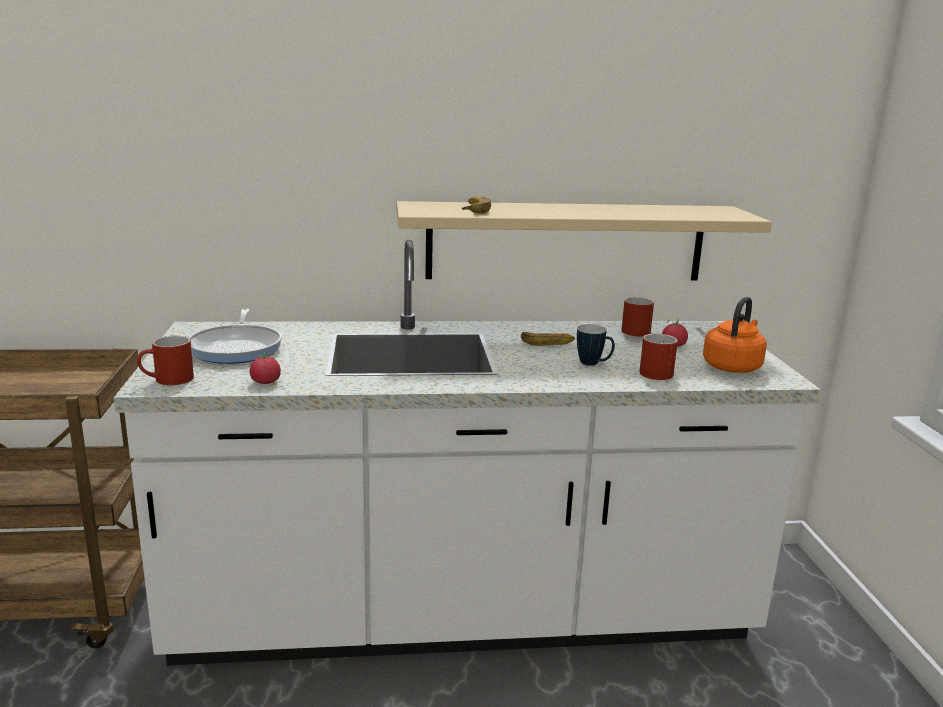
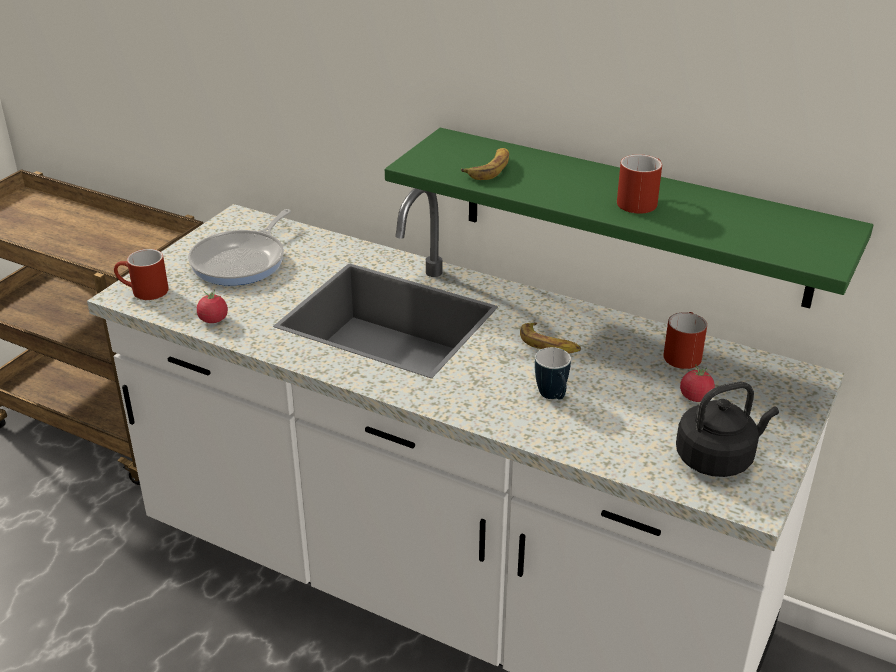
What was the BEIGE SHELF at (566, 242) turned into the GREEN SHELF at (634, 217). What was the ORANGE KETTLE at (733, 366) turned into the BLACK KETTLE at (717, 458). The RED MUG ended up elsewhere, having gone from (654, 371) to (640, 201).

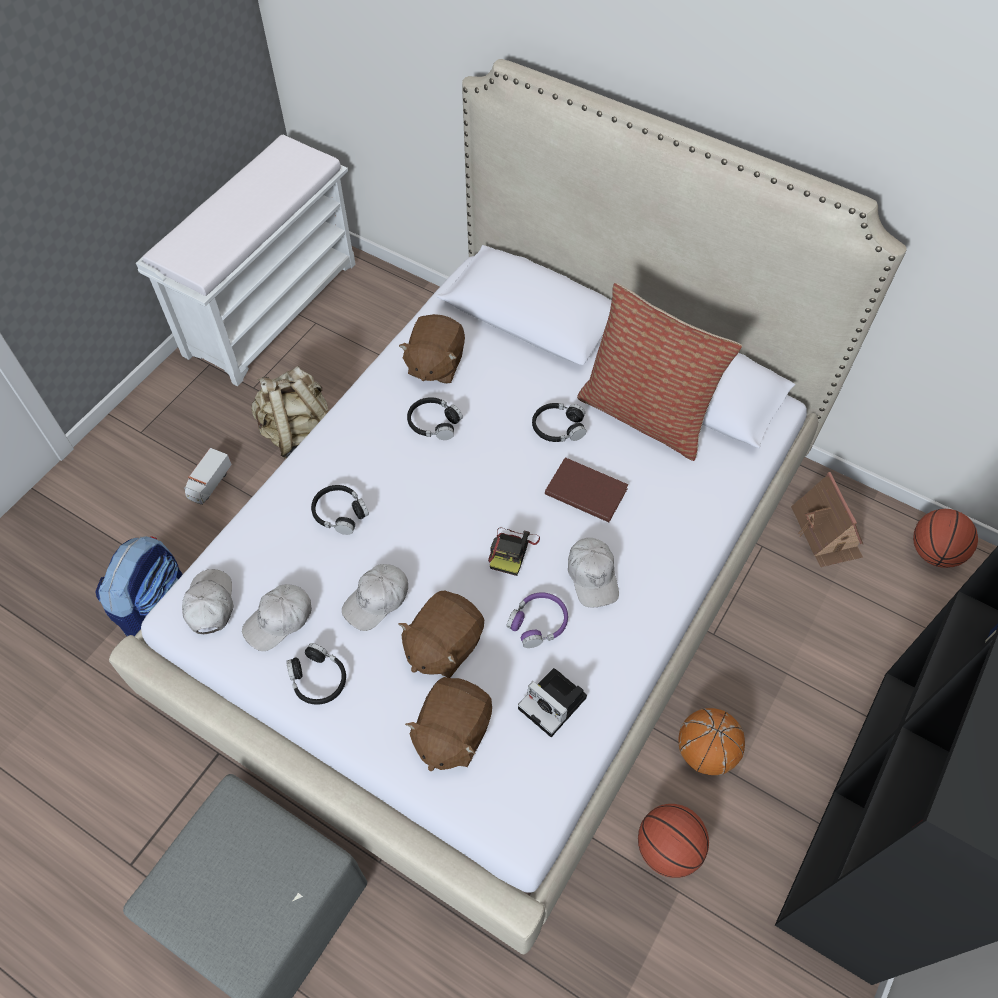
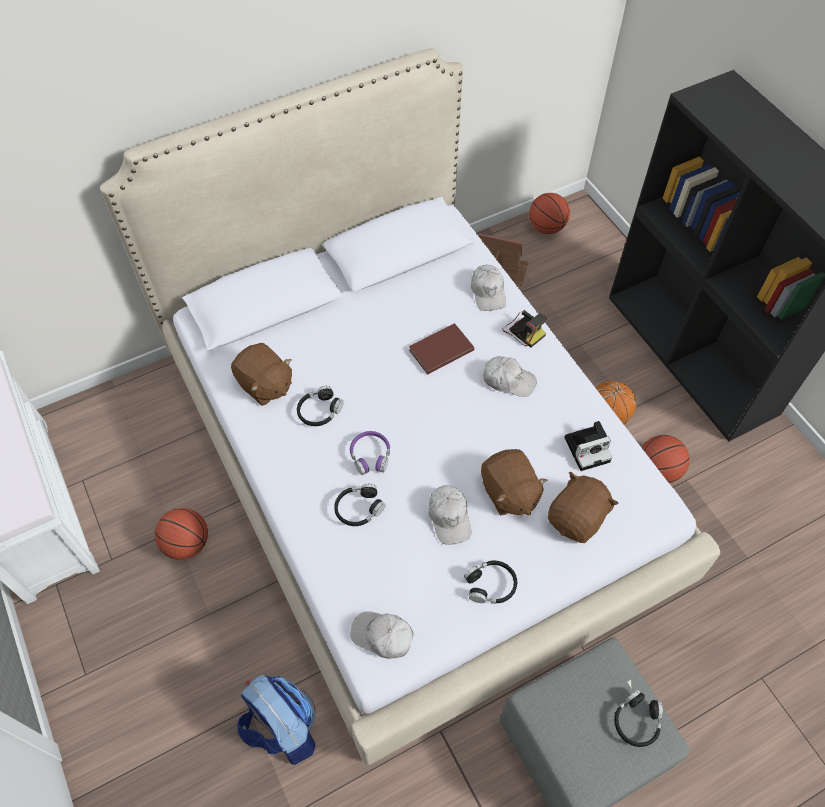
The second view lost the PILLOW at (646, 414). Where the BEIGE BACKPACK stood at (299, 433), the BASKETBALL came to stand at (187, 543). The BLACK HEADPHONES ended up elsewhere, having gone from (558, 427) to (637, 721). The second view lost the TOY TRUCK at (209, 483). The PHOTO CAMERA ended up elsewhere, having gone from (512, 550) to (523, 330). The WHITE CAP ended up elsewhere, having gone from (279, 620) to (488, 292). The PURPLE HEADPHONES ended up elsewhere, having gone from (538, 623) to (370, 456). The BROWN PLUSH TOY at (452, 733) ended up facing another way, 105 degrees counterclockwise from before.

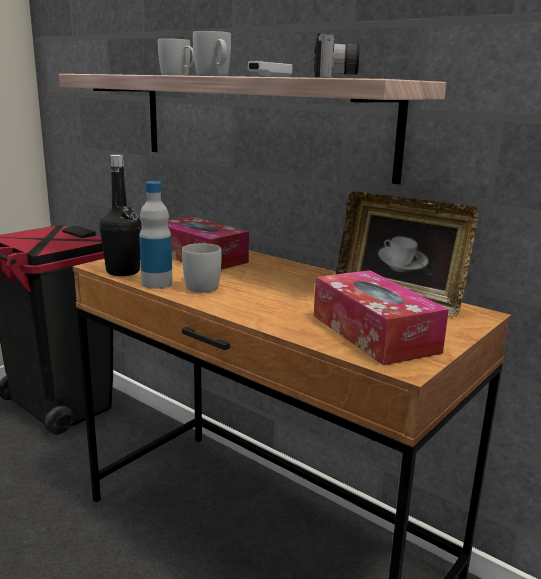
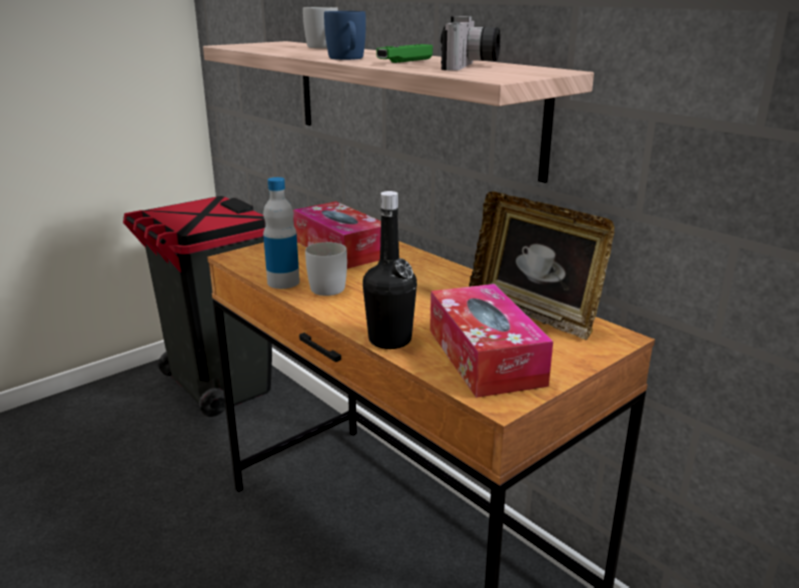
What was the WHITE MUG at (214, 75) turned into the BLUE MUG at (347, 58). What was the WHITE GAME CONTROLLER at (270, 76) turned into the GREEN GAME CONTROLLER at (405, 61). The BLACK BOTTLE ended up elsewhere, having gone from (123, 272) to (390, 340).

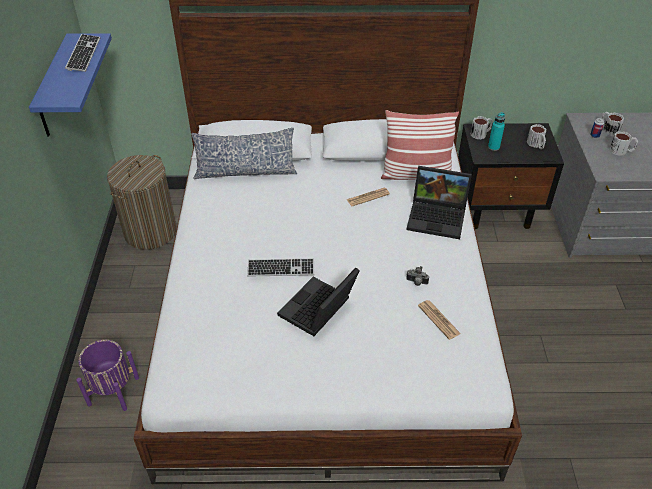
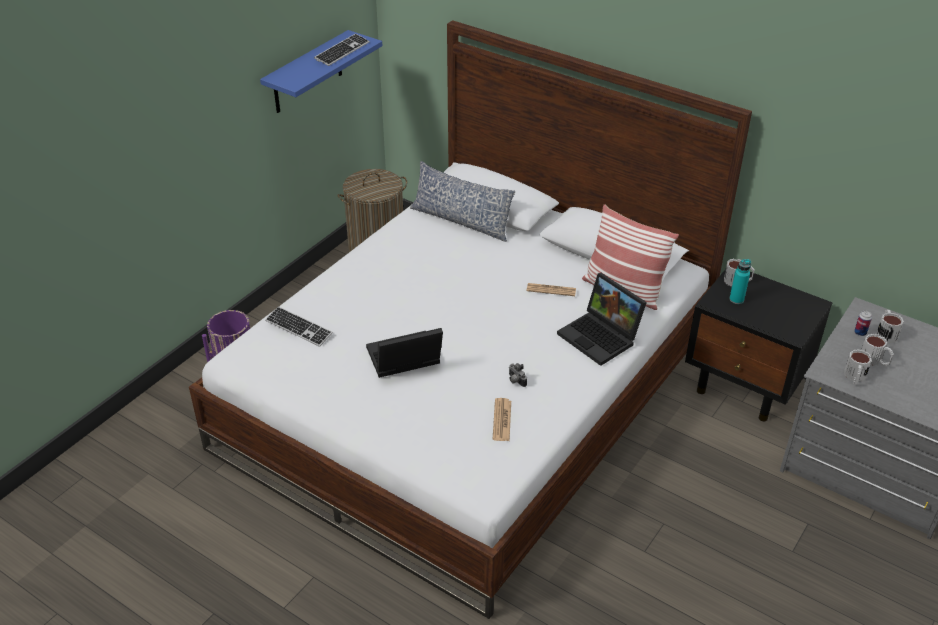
The MUG ended up elsewhere, having gone from (536, 145) to (854, 377). The KEYBOARD ended up elsewhere, having gone from (281, 269) to (298, 328).

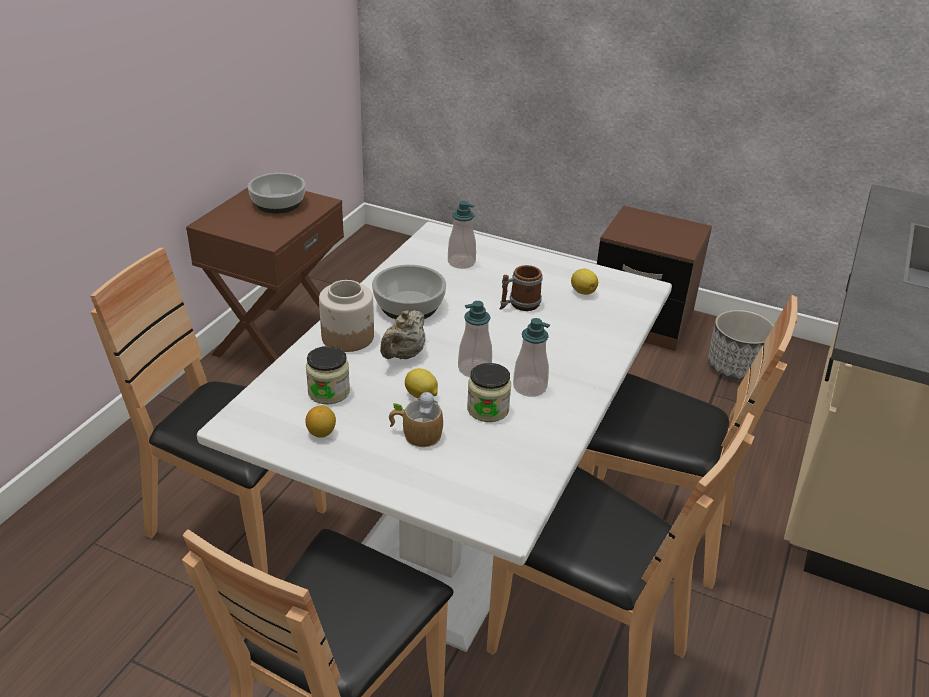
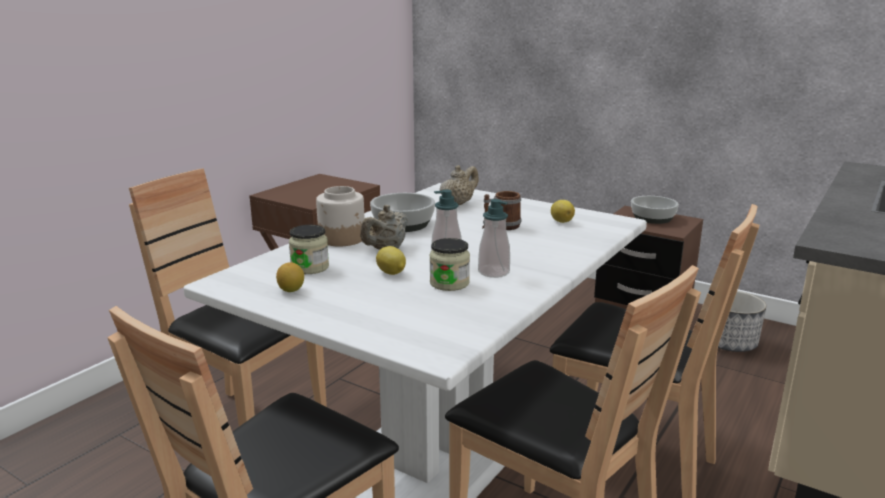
The BOWL ended up elsewhere, having gone from (279, 203) to (653, 218). Where the SOAP DISPENSER stood at (461, 262), the BEIGE TEAPOT came to stand at (458, 203). The second view lost the MUG at (415, 433).

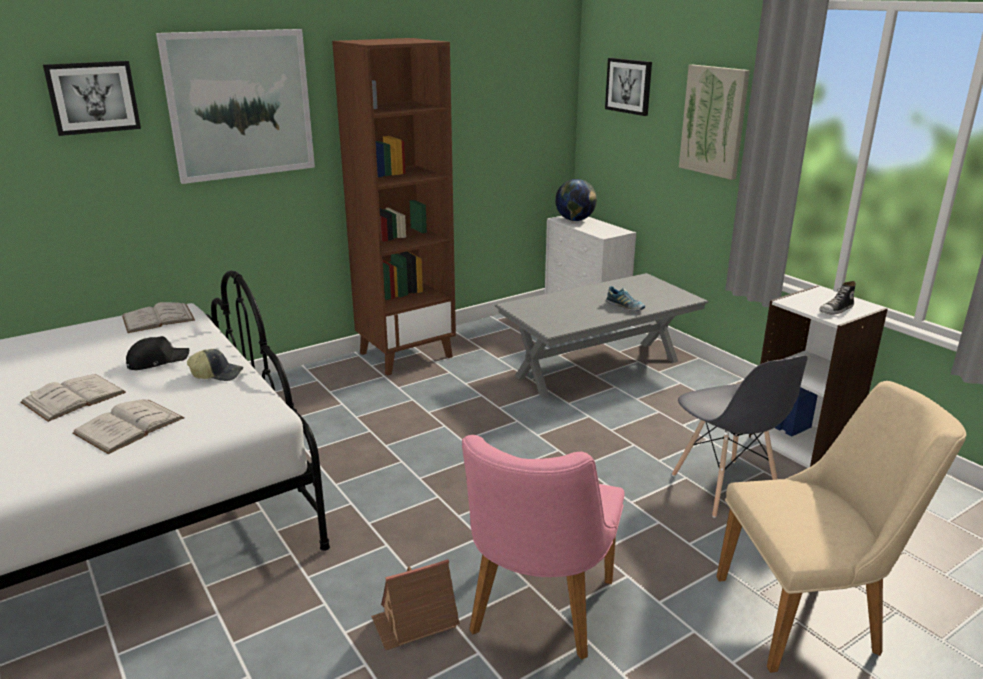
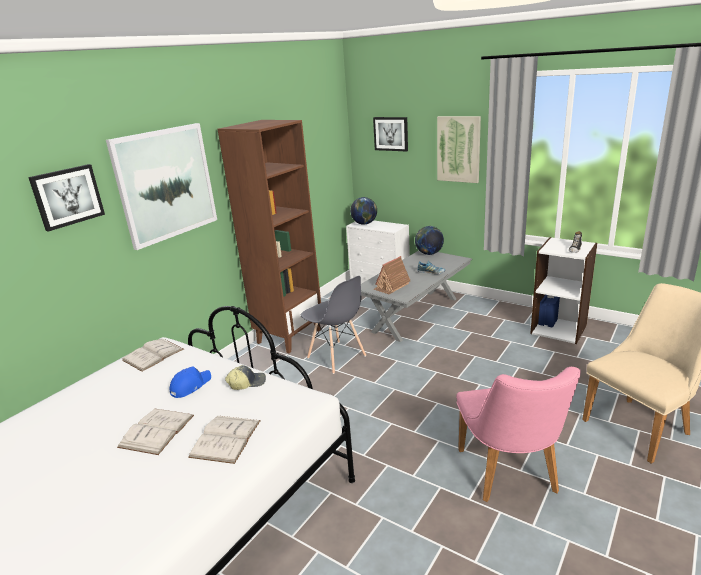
What was the BLACK CAP at (157, 361) turned into the BLUE CAP at (190, 386). The GREY CHAIR ended up elsewhere, having gone from (725, 488) to (336, 357). The TOY HOUSE ended up elsewhere, having gone from (415, 621) to (391, 286). The second view gained the GLOBE at (429, 254).

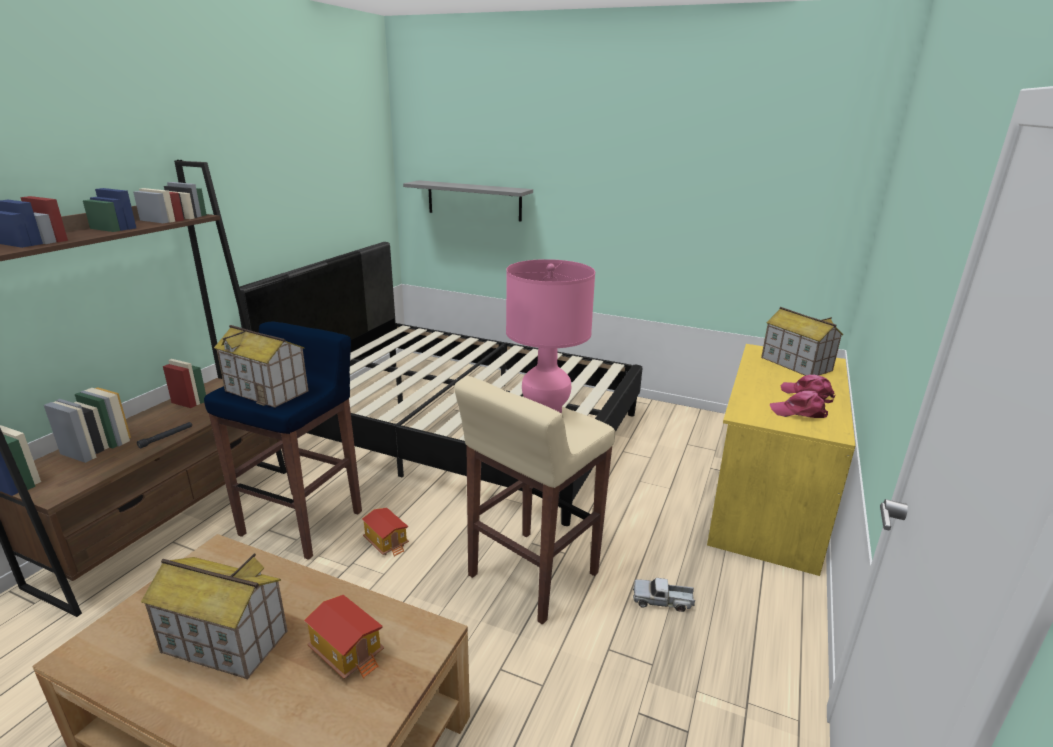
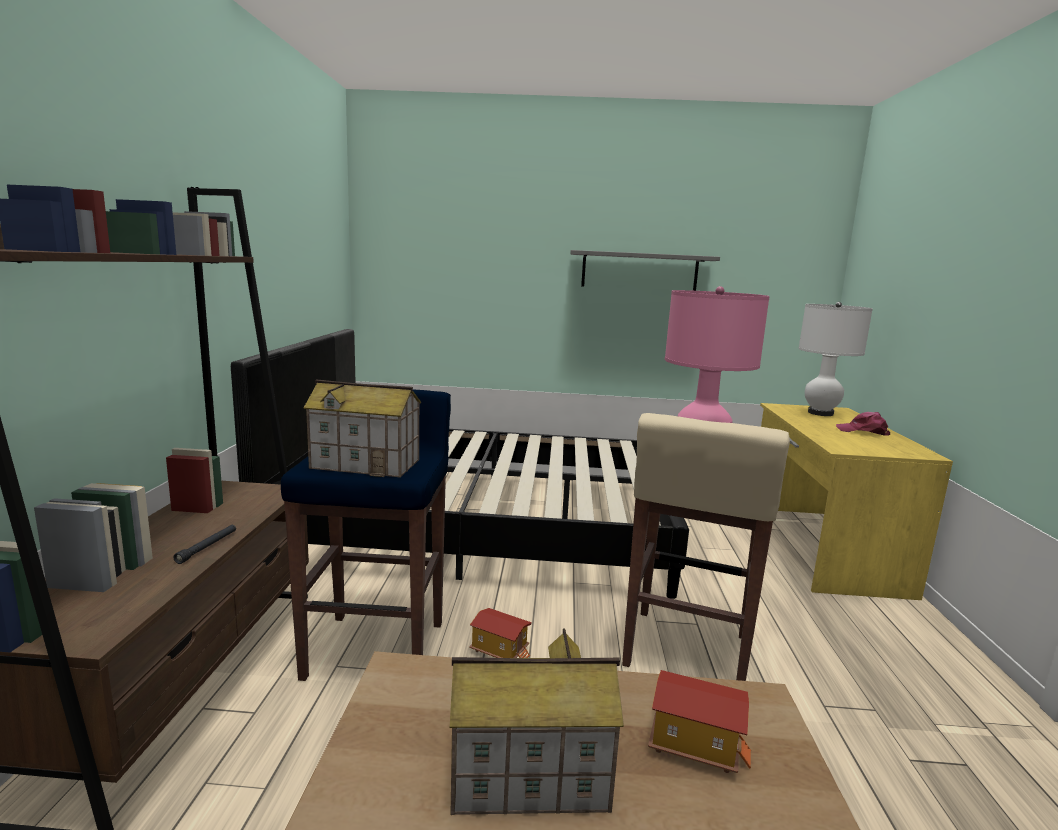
The GREY SHELF ended up elsewhere, having gone from (474, 200) to (639, 271). Where the TOY HOUSE stood at (795, 364), the WHITE TABLE LAMP came to stand at (820, 413). The second view lost the PINK CAP at (799, 412). The second view lost the TOY TRUCK at (662, 601).

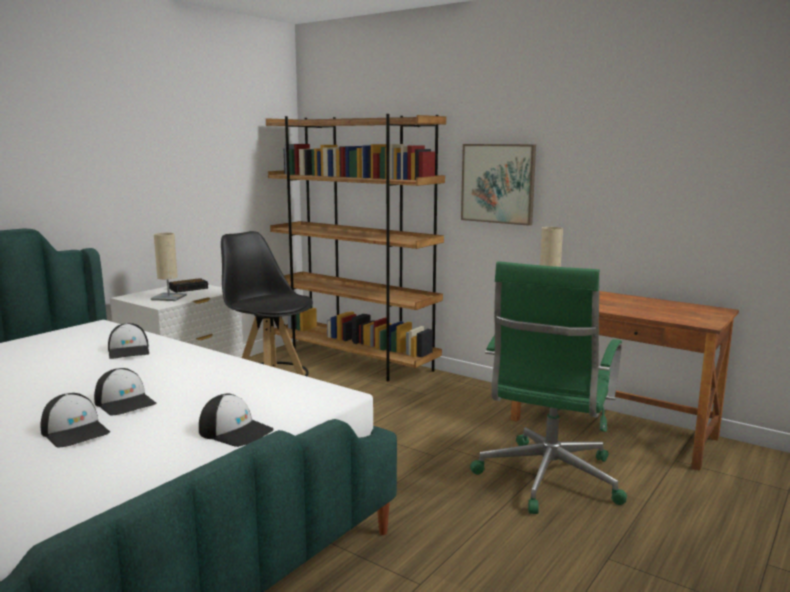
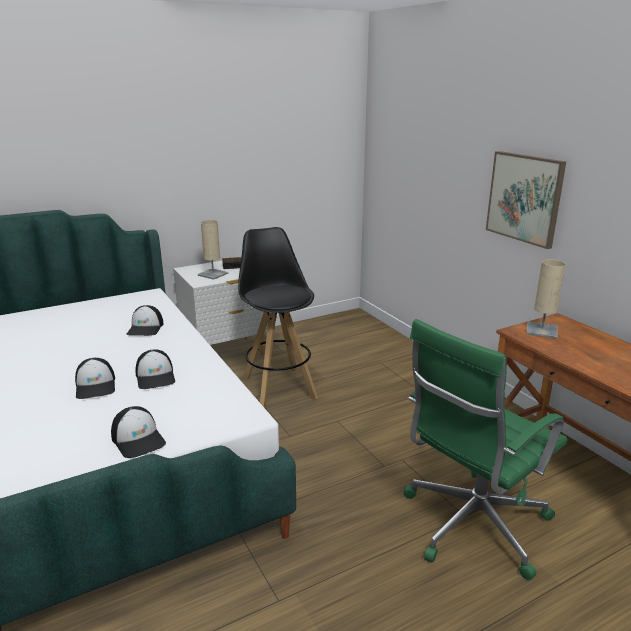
The second view lost the BROWN BOOKCASE at (354, 361). The CAP ended up elsewhere, having gone from (76, 431) to (156, 377).

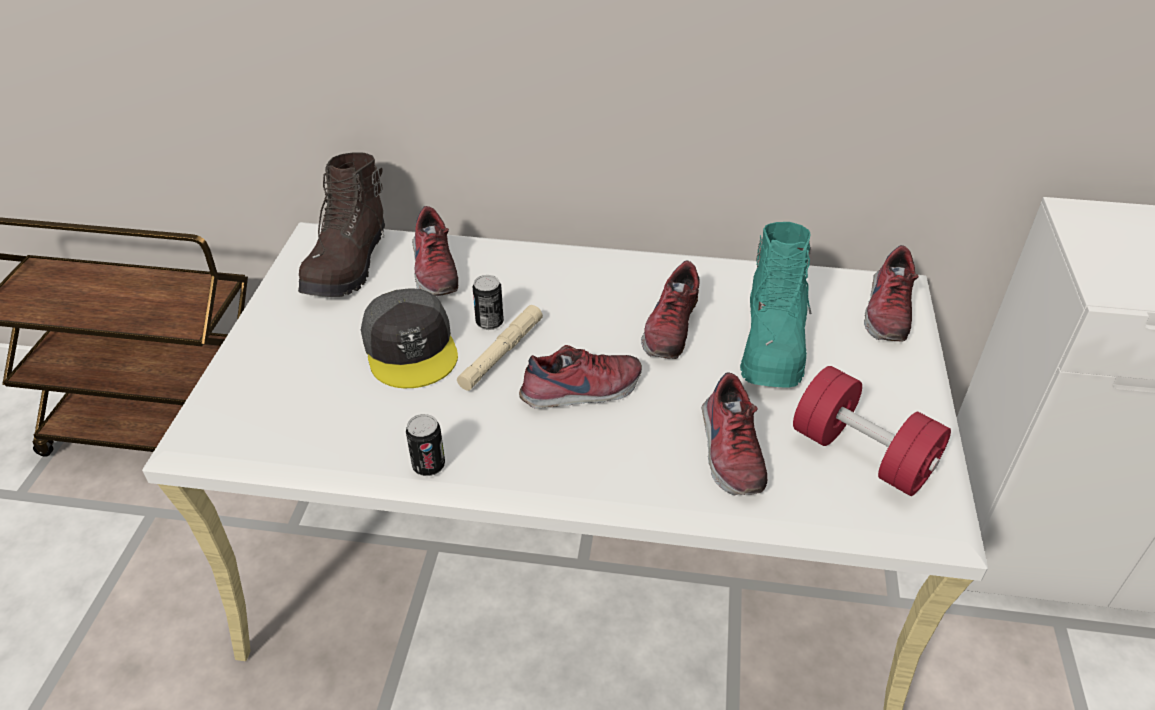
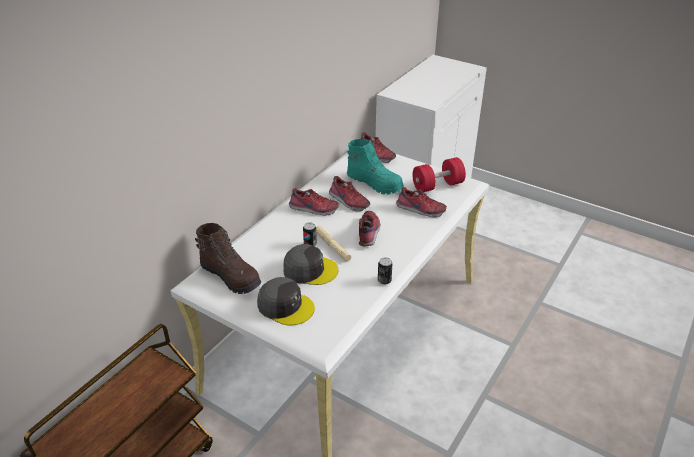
The SHOE ended up elsewhere, having gone from (433, 269) to (313, 209). The second view gained the GREY CAP at (285, 306).

